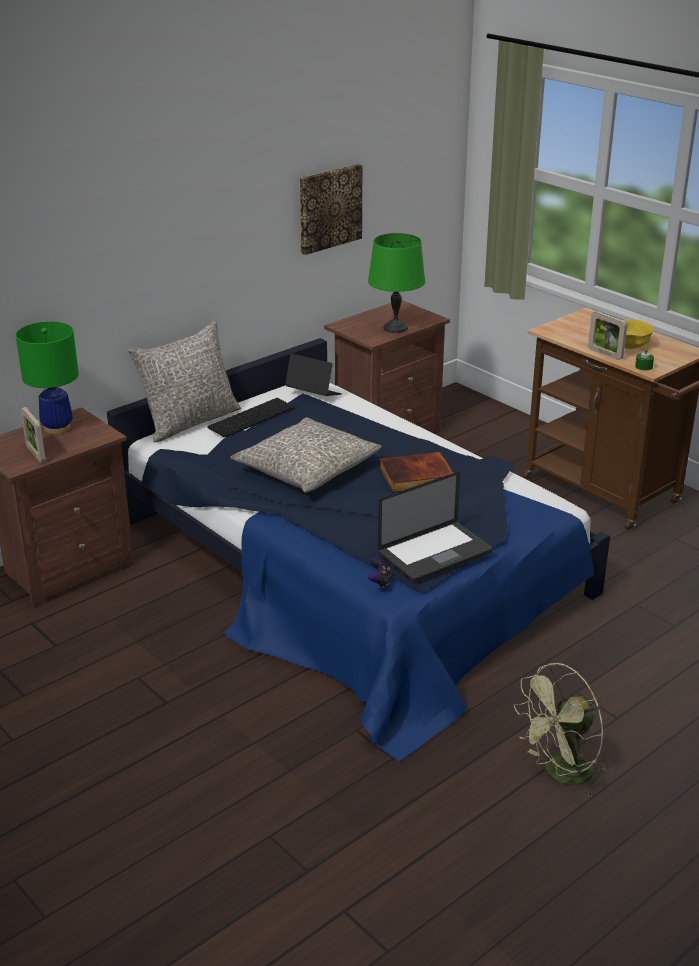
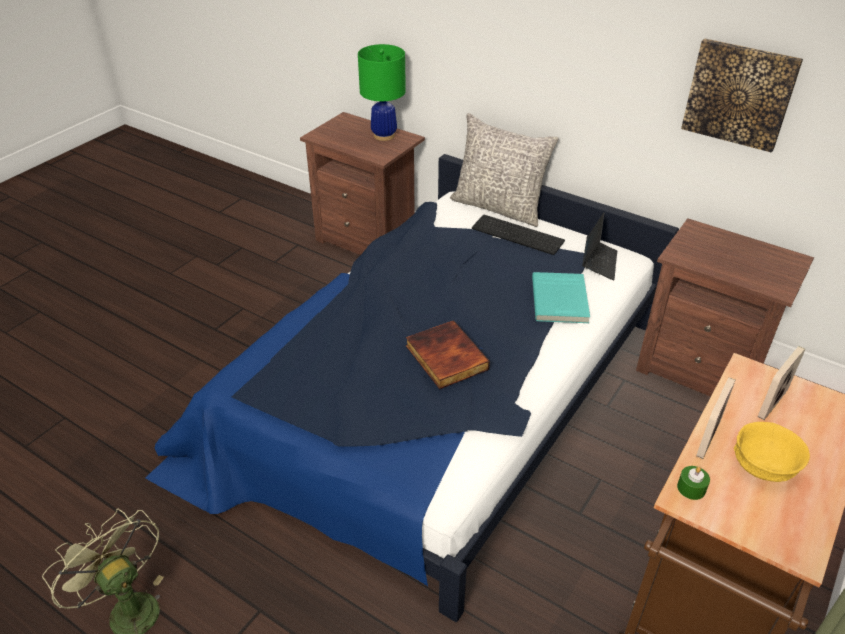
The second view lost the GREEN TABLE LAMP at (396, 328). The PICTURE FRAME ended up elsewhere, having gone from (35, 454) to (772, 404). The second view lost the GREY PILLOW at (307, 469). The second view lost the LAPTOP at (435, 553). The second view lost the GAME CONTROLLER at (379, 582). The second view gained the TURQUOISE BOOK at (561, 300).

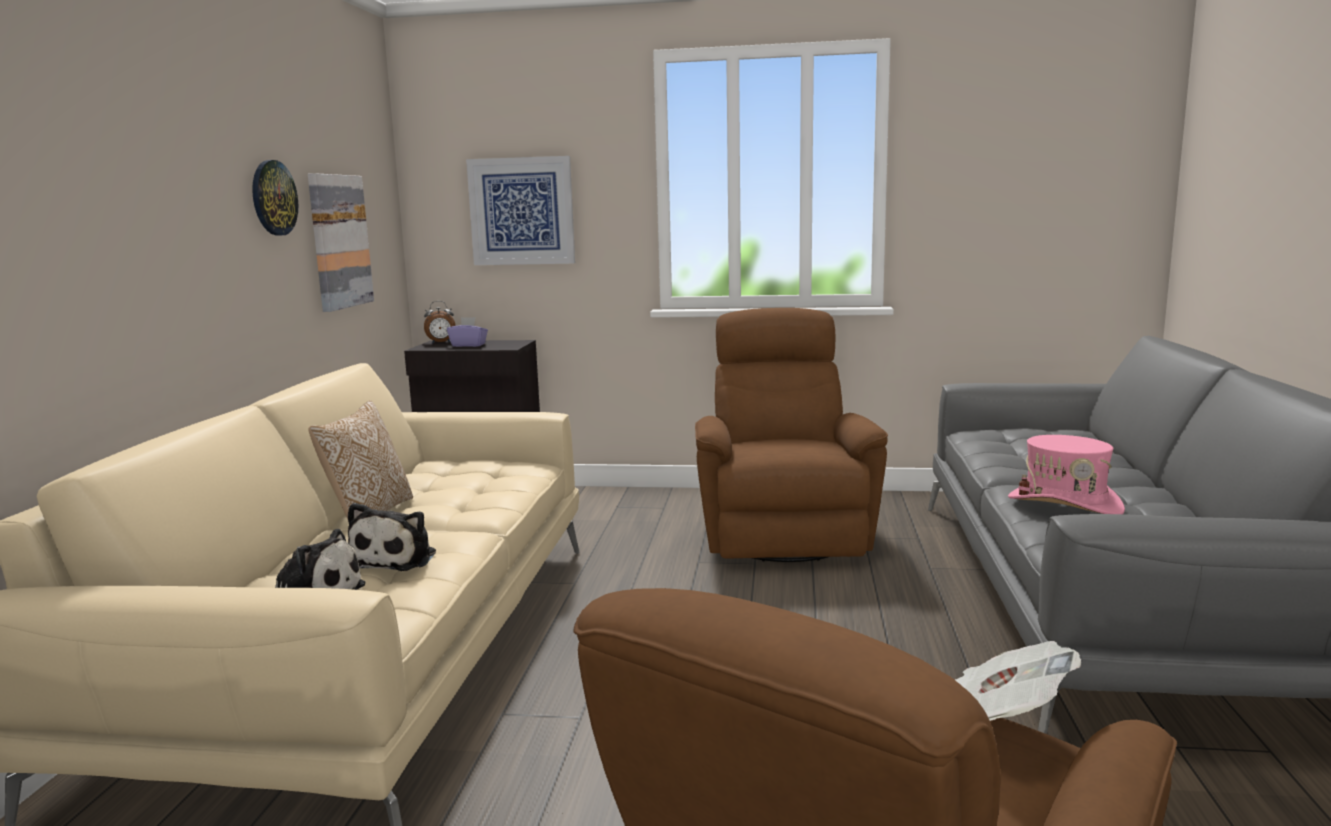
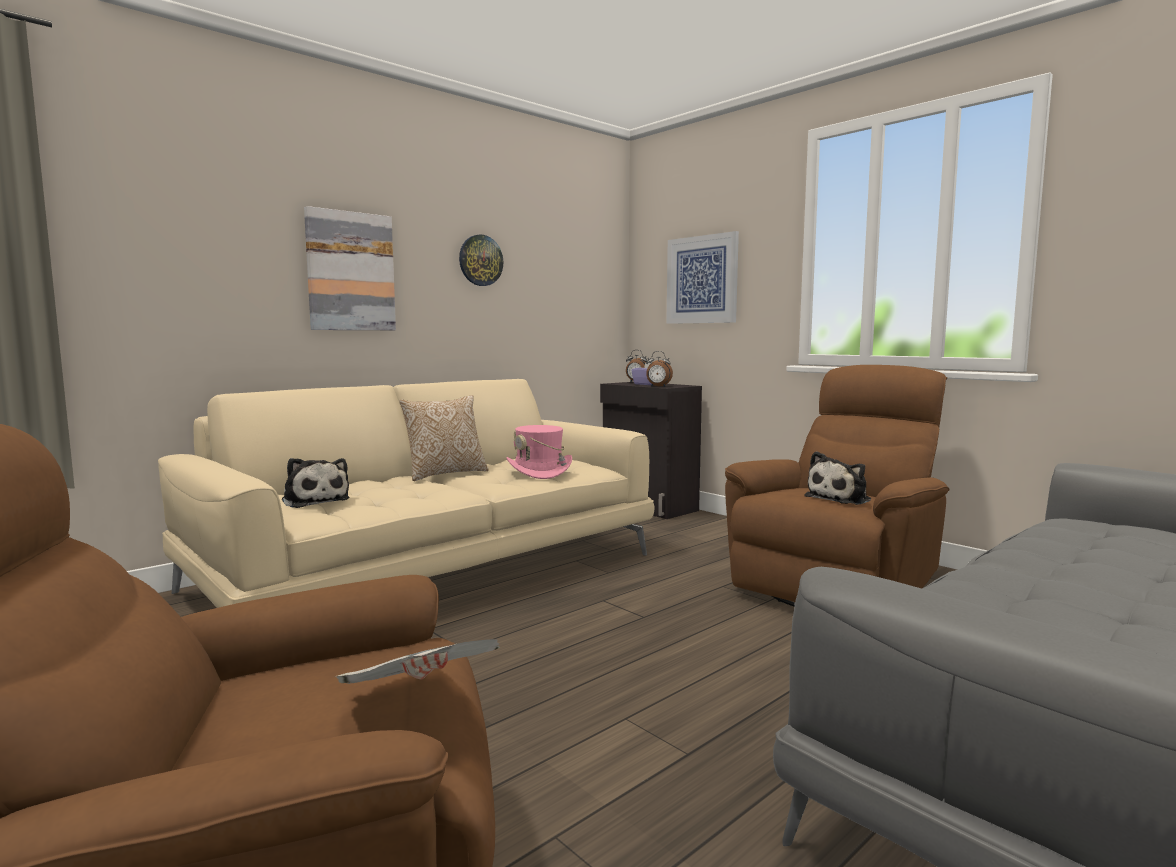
The PICTURE ended up elsewhere, having gone from (339, 241) to (350, 271). The PINK HAT ended up elsewhere, having gone from (1065, 504) to (539, 471). The PLUSH TOY ended up elsewhere, having gone from (396, 558) to (840, 498). The second view gained the ALARM CLOCK at (658, 386).

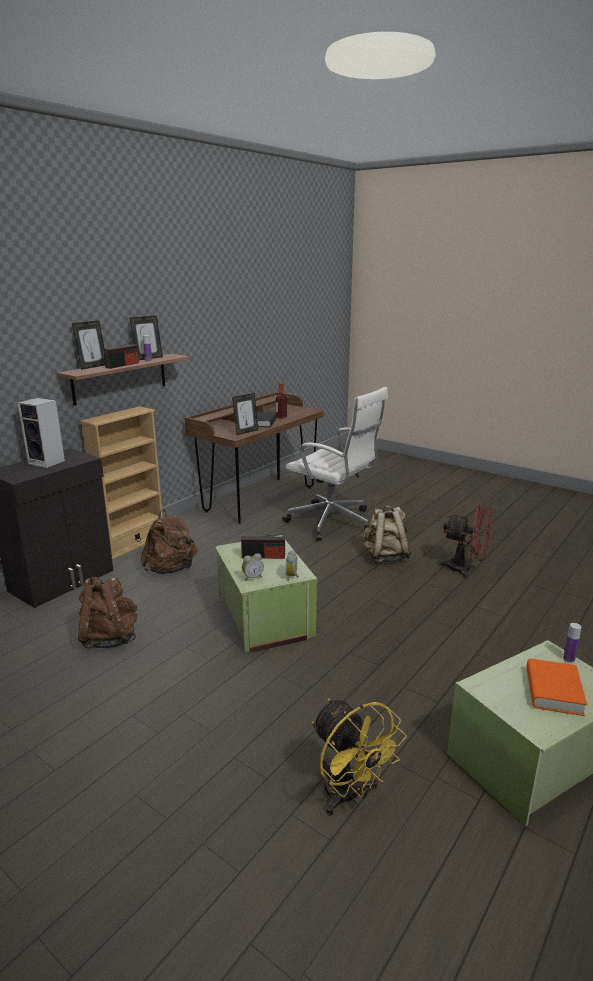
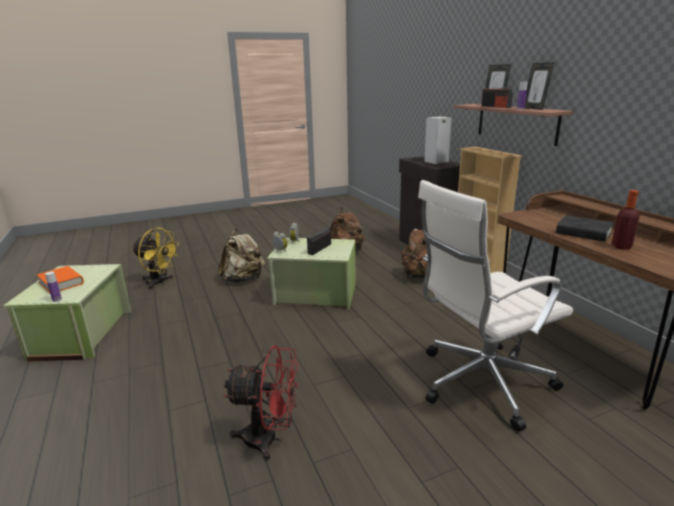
The second view lost the PICTURE FRAME at (246, 432). The BEIGE BACKPACK ended up elsewhere, having gone from (385, 557) to (243, 279). The RED FAN at (465, 569) ended up facing another way, 135 degrees counterclockwise from before. The YELLOW FAN at (349, 796) ended up facing another way, 150 degrees counterclockwise from before.

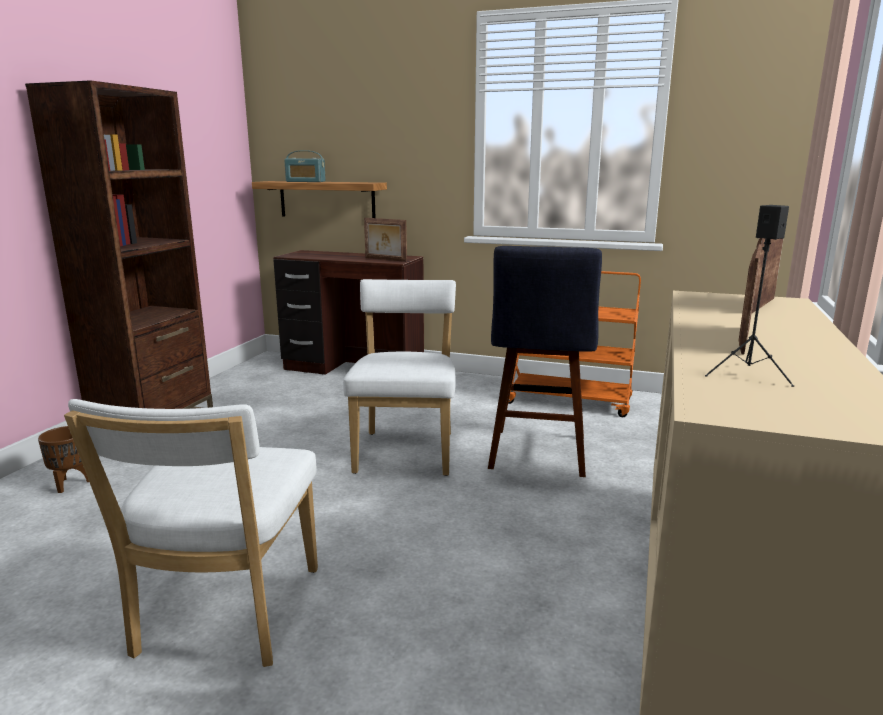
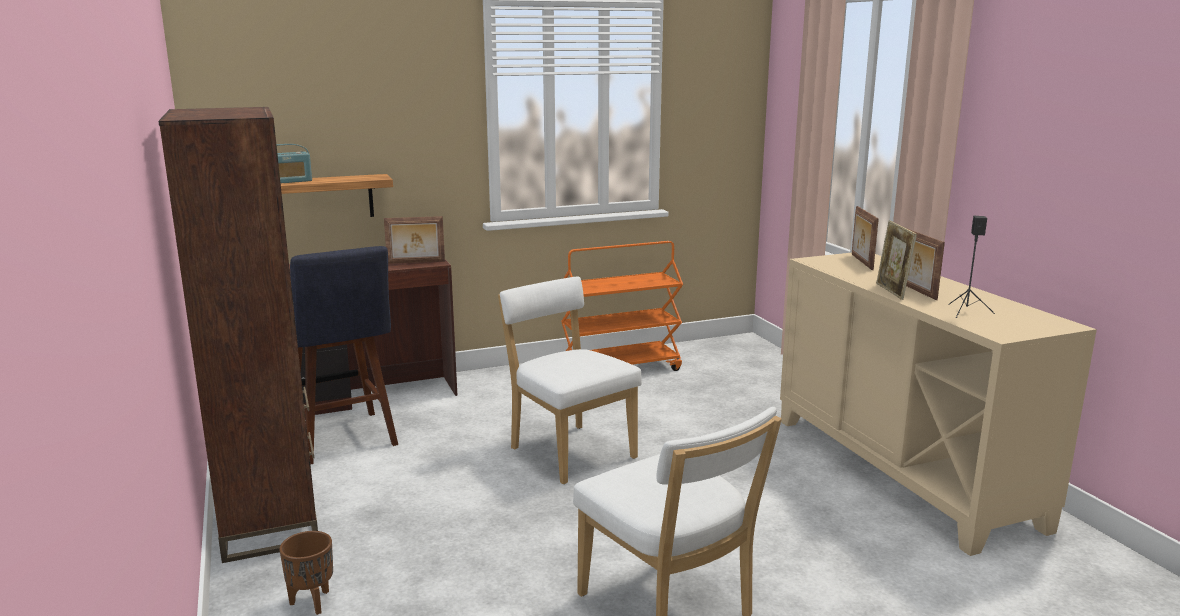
The BLUE STOOL ended up elsewhere, having gone from (537, 456) to (344, 440). The second view gained the PICTURE FRAME at (892, 291).

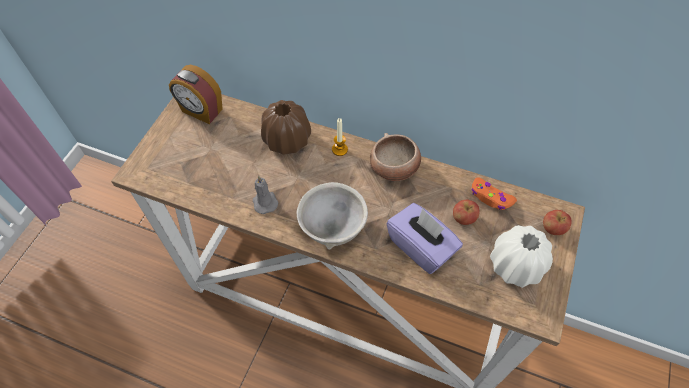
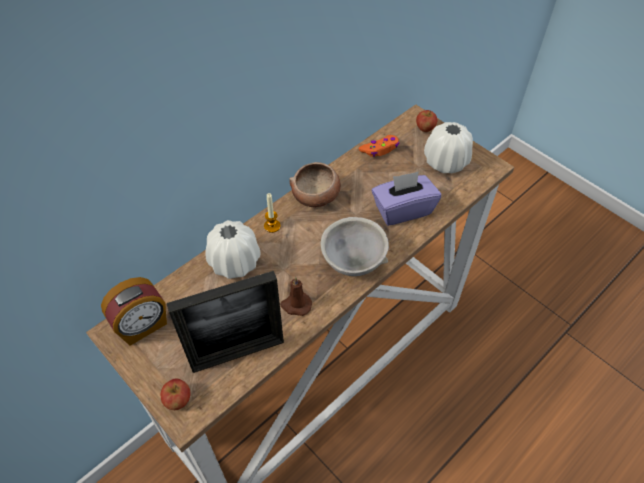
What was the BROWN VASE at (287, 140) turned into the WHITE VASE at (234, 262). What was the GREY CANDLE at (264, 201) turned into the BROWN CANDLE at (296, 305). The APPLE ended up elsewhere, having gone from (463, 218) to (178, 400). The second view gained the PICTURE FRAME at (237, 353).

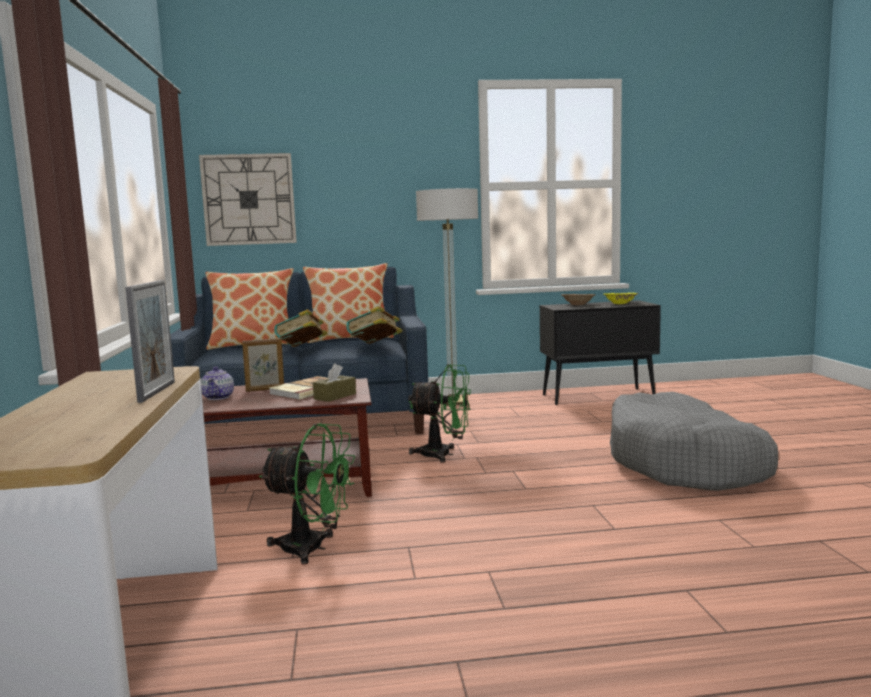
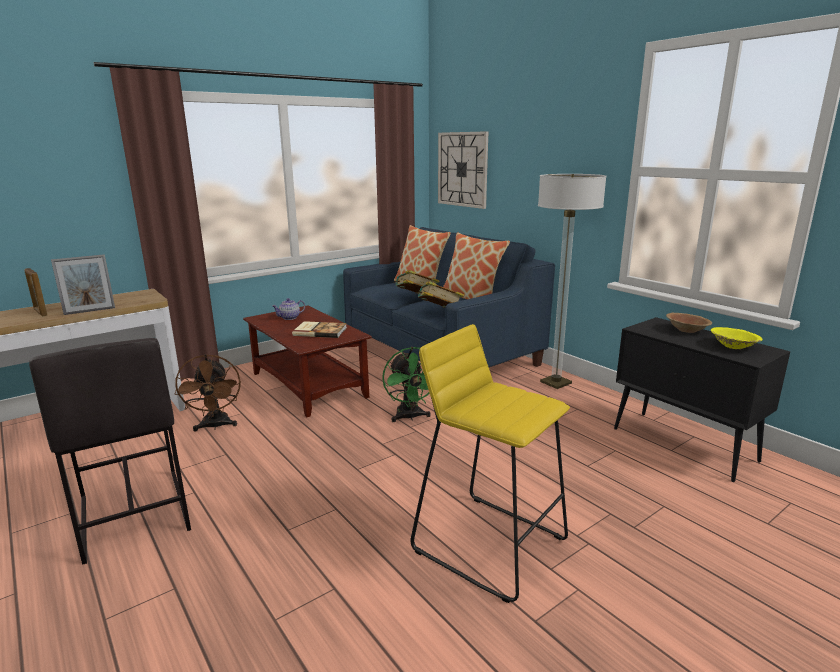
The PICTURE FRAME ended up elsewhere, having gone from (265, 390) to (40, 313). The second view lost the BROWN TISSUE BOX at (335, 396). Where the GREY DOG BED stood at (685, 464), the YELLOW STOOL came to stand at (489, 543). What was the GREEN FAN at (313, 548) turned into the BROWN FAN at (215, 426). The second view gained the GREY STOOL at (132, 514).

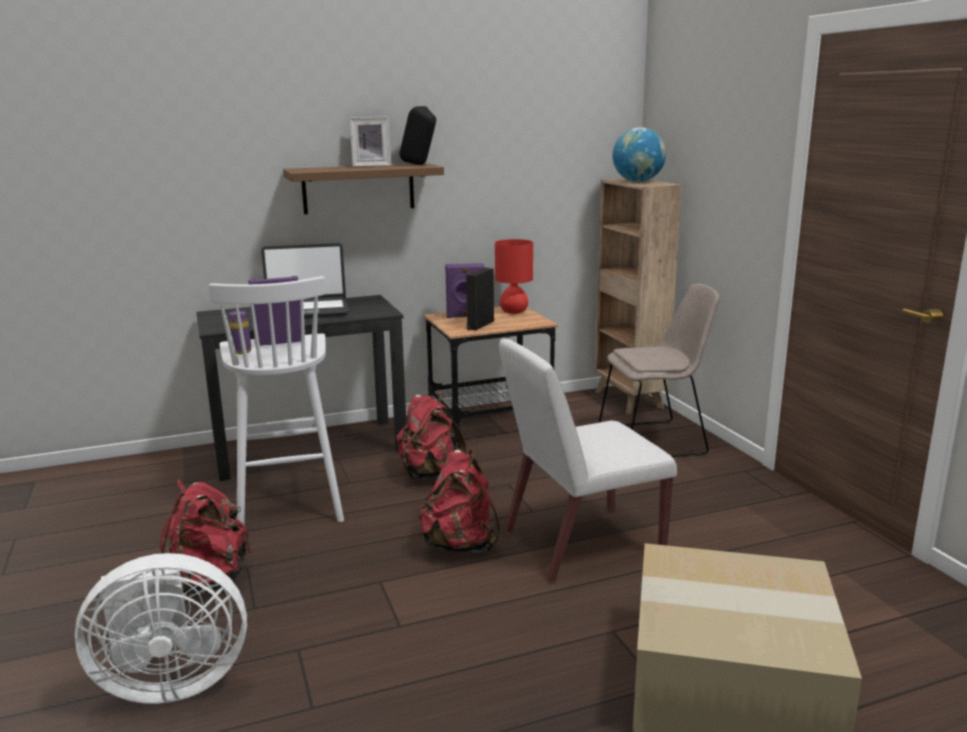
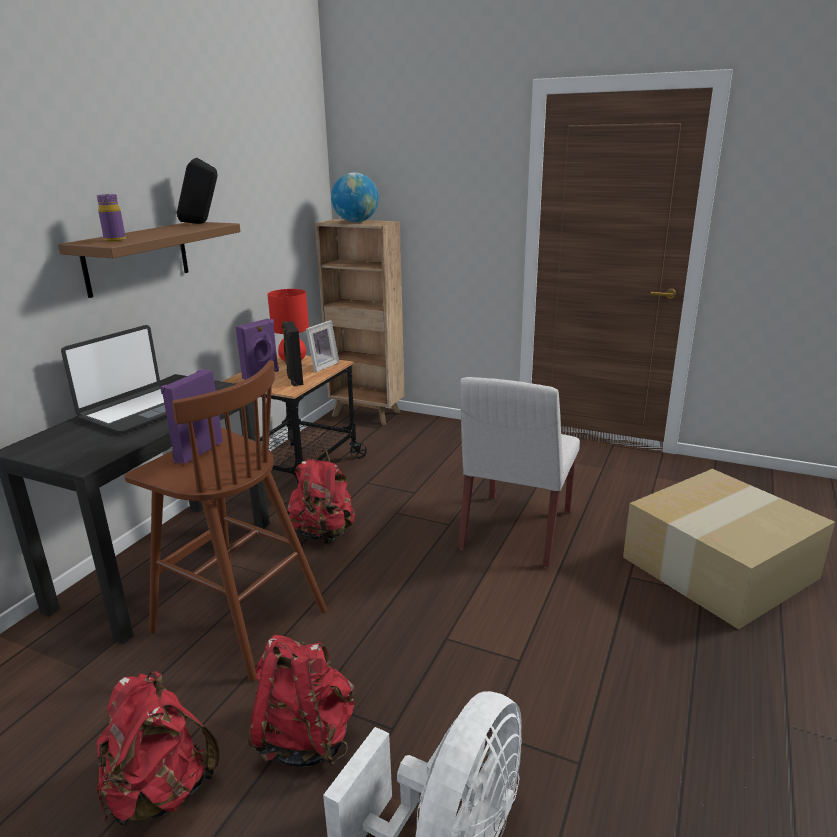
The PICTURE FRAME ended up elsewhere, having gone from (371, 166) to (322, 366). What was the WHITE STOOL at (288, 499) turned into the BROWN STOOL at (237, 620). The second view lost the BEIGE CHAIR at (655, 441). The PURPLE BOTTLE ended up elsewhere, having gone from (242, 351) to (115, 240). The RED BACKPACK ended up elsewhere, having gone from (460, 545) to (160, 791).

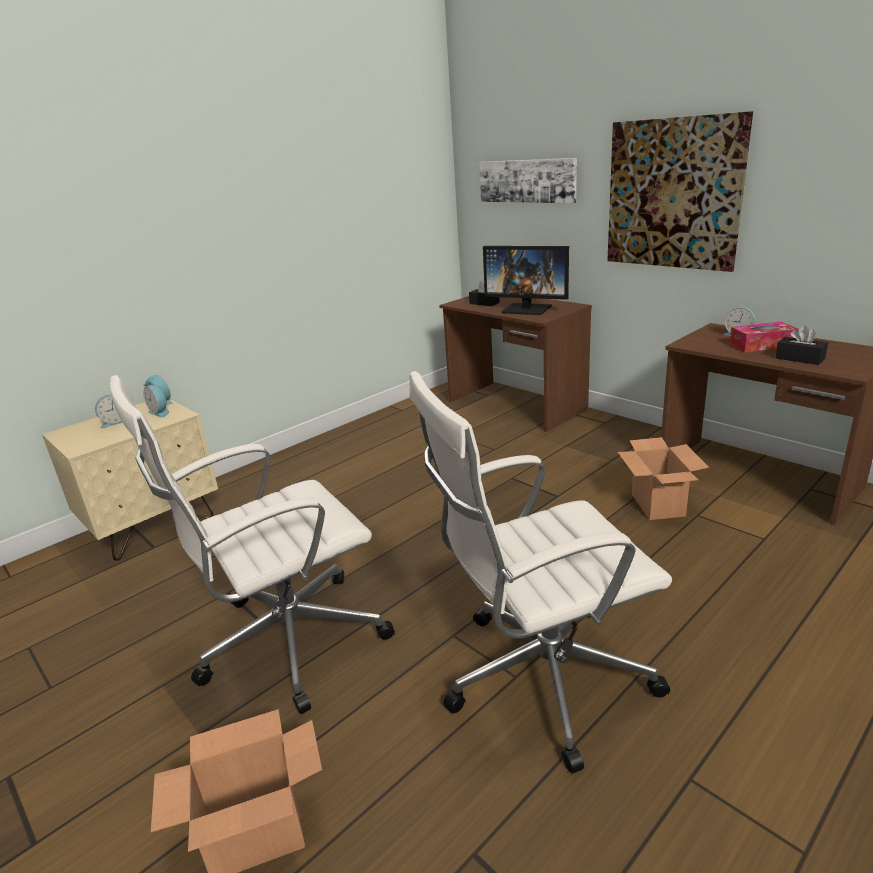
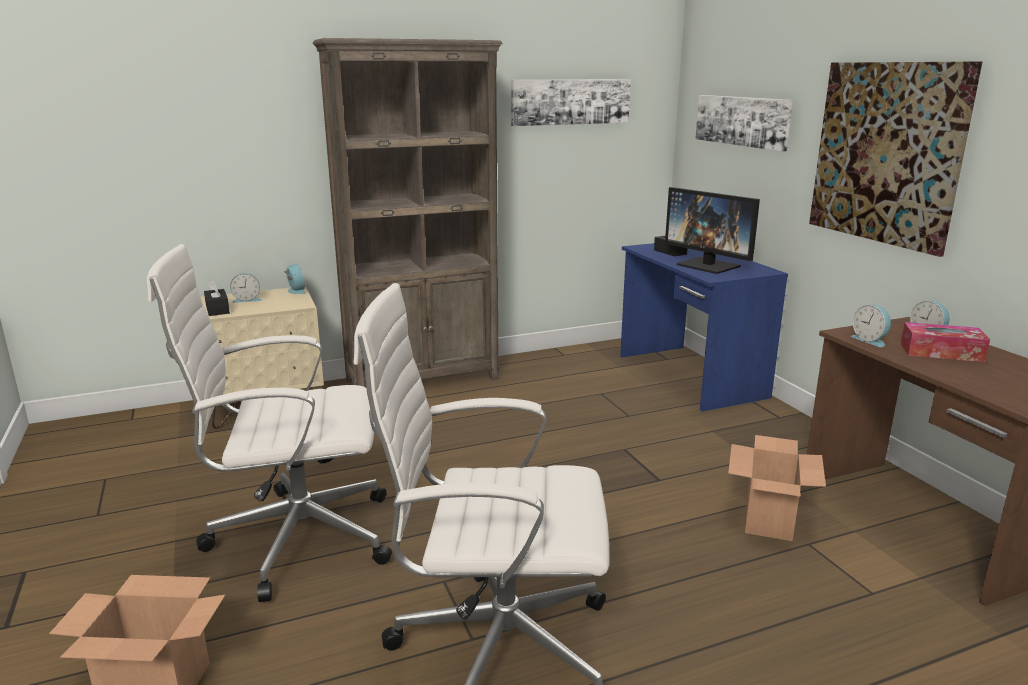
What was the BROWN DESK at (515, 405) turned into the BLUE DESK at (689, 376). The BLACK TISSUE BOX ended up elsewhere, having gone from (799, 358) to (217, 309). The ALARM CLOCK ended up elsewhere, having gone from (160, 412) to (870, 340). The second view gained the BROWN BOOKCASE at (423, 379). The second view gained the PICTURE at (570, 101).

